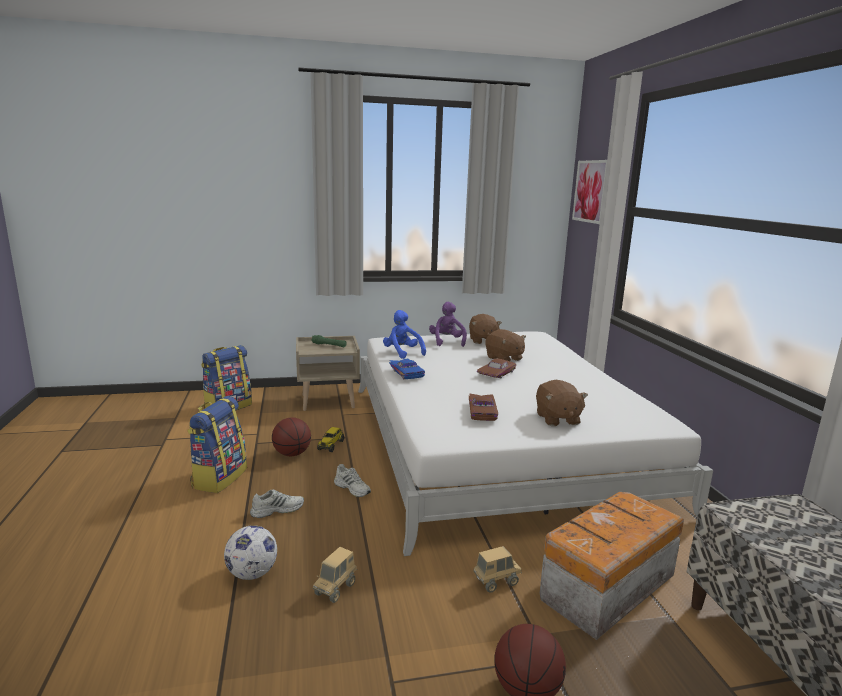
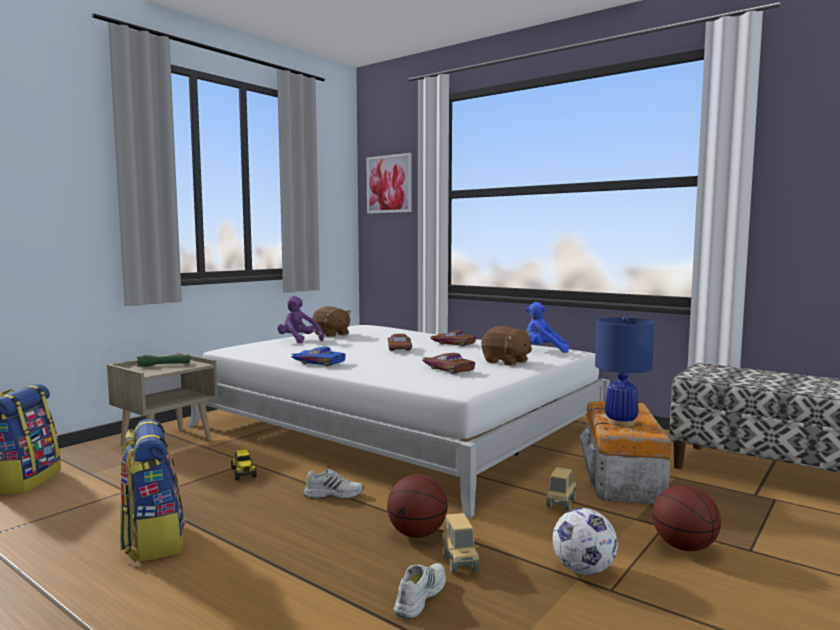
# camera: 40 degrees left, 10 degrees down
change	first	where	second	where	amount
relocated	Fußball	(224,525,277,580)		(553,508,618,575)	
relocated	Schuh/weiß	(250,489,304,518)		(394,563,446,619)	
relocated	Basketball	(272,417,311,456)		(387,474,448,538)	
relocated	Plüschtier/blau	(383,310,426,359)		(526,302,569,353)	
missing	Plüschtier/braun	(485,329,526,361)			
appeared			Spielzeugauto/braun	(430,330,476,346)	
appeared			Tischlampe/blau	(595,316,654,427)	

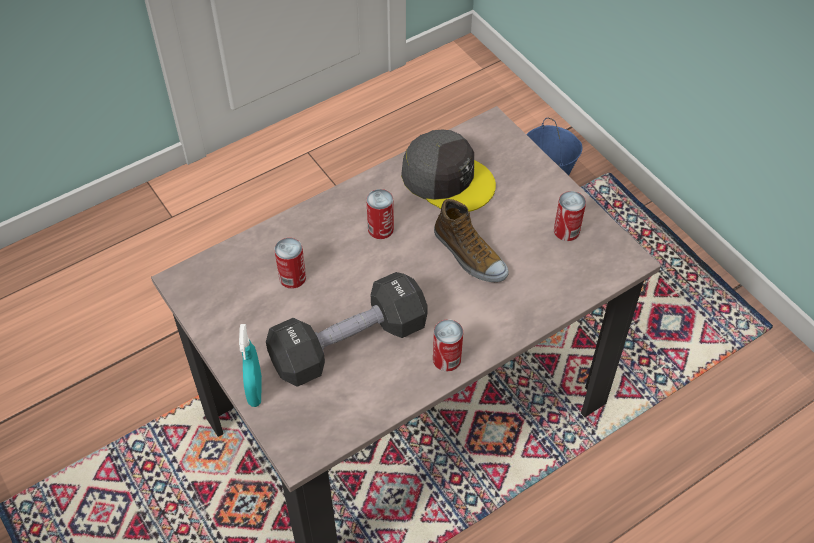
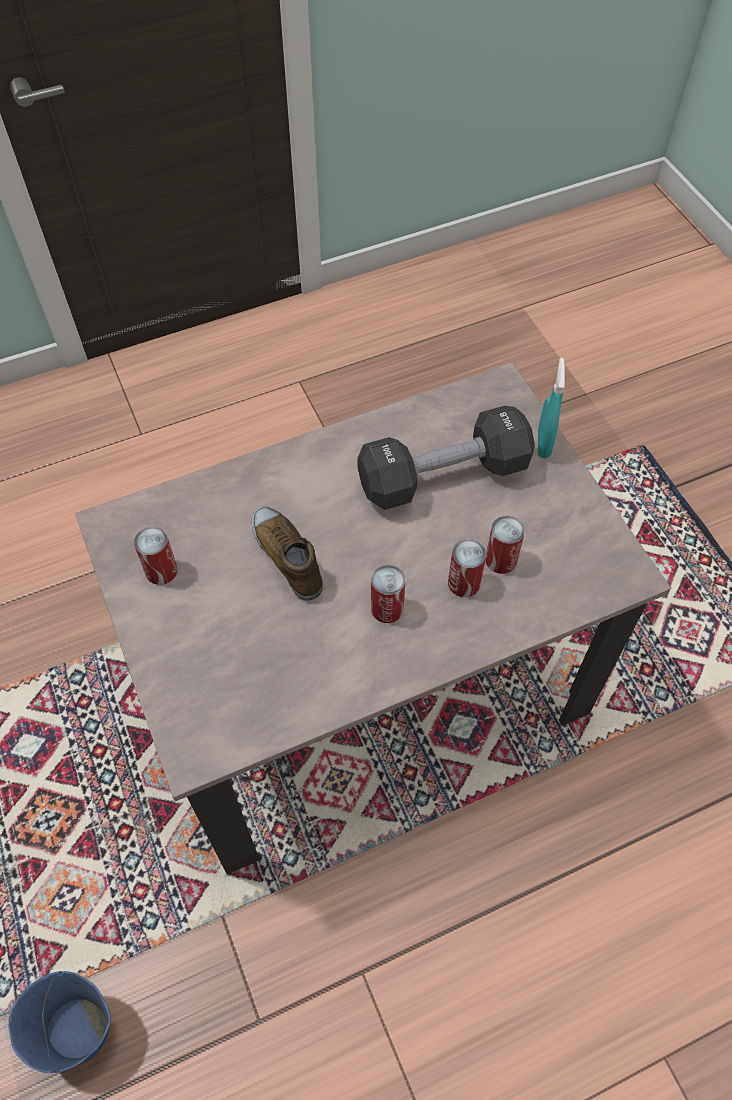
# camera: 170 degrees left, 5 degrees up
change	first	where	second	where	amount
missing	Kappe/grau	(401,130,496,212)			
relocated	Dose	(433,319,463,372)		(448,539,486,597)	

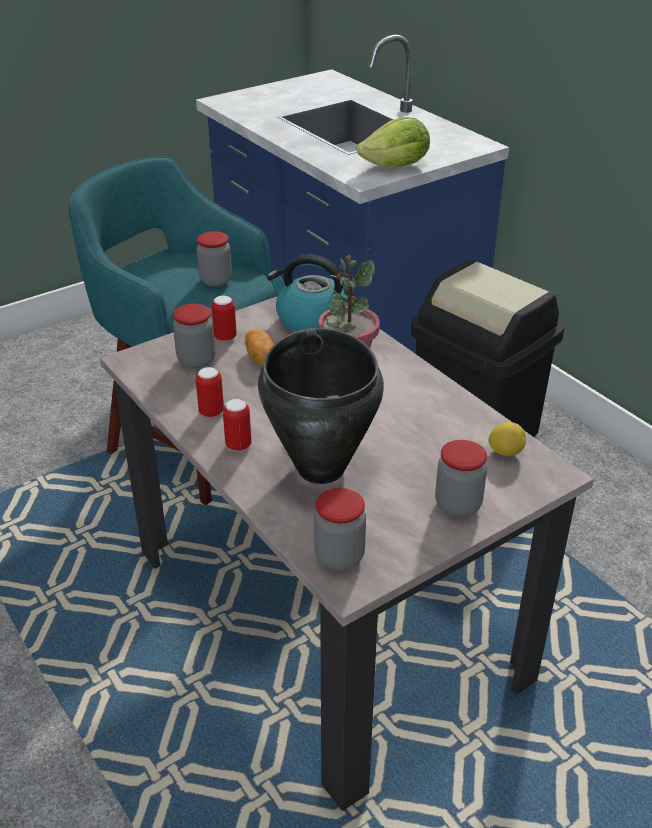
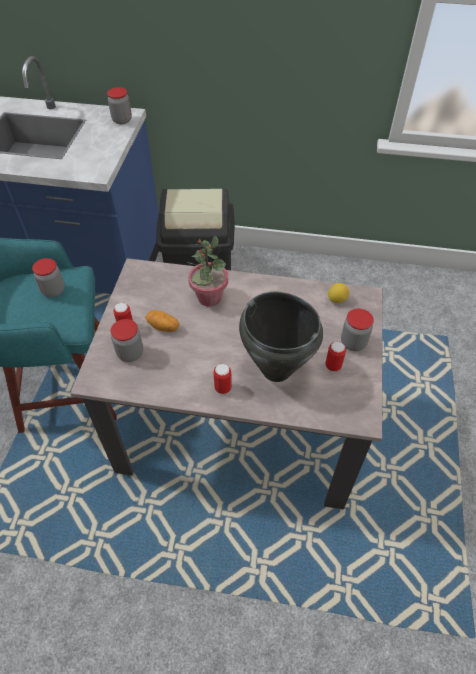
# camera: 45 degrees left, 15 degrees up
change	first	where	second	where	amount
relocated	Dose	(196,367,224,417)		(325,341,346,371)	
missing	Wasserkessel	(267,254,348,332)			
relocated	Vorratsglas	(314,488,366,571)		(107,87,132,124)	
missing	Salatkopf	(357,117,430,167)			

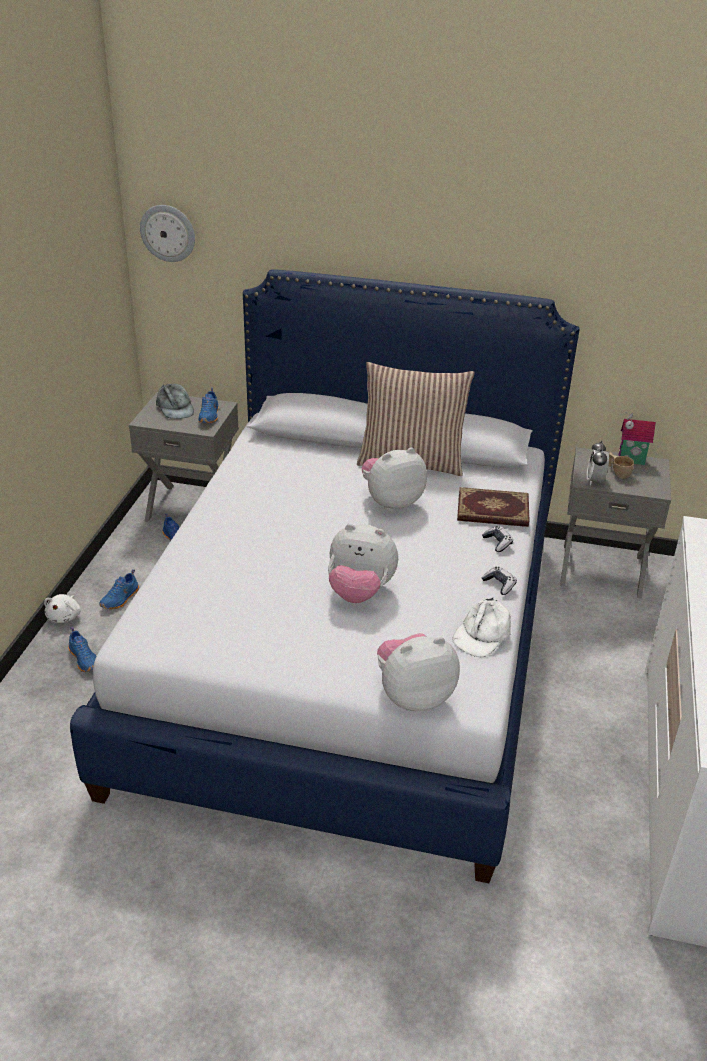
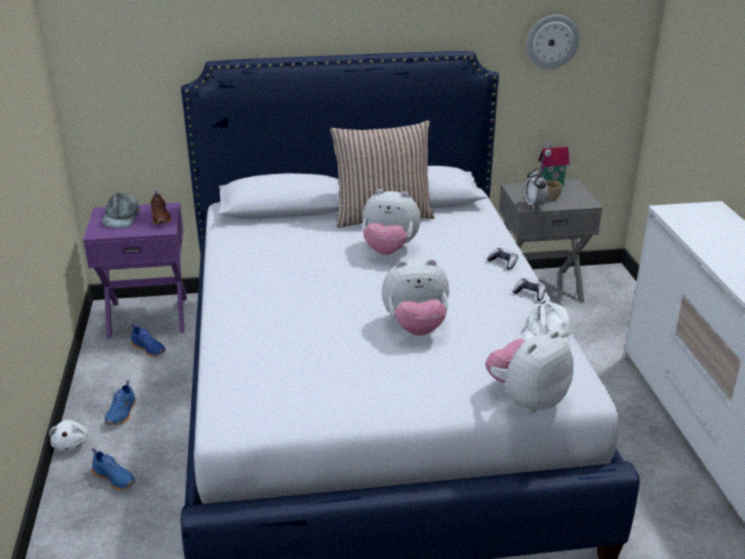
# camera: 20 degrees left, 5 degrees down
change	first	where	second	where	amount
colour	Nachttisch/grau	(129,392,239,522)	Nachttisch/lila	(83,202,187,339)	
relocated	Wanduhr	(140,205,195,262)		(526,15,579,69)	
spun	Kappe/grau	(156,384,194,419)		(102,192,140,228)	45 degrees clockwise
colour	Schuh/blau	(198,388,219,423)	Schuh/braun	(151,191,171,224)	
spun	Plüschtier	(362,448,427,511)		(362,189,421,255)	120 degrees counterclockwise
missing	Buch	(457,487,530,527)			

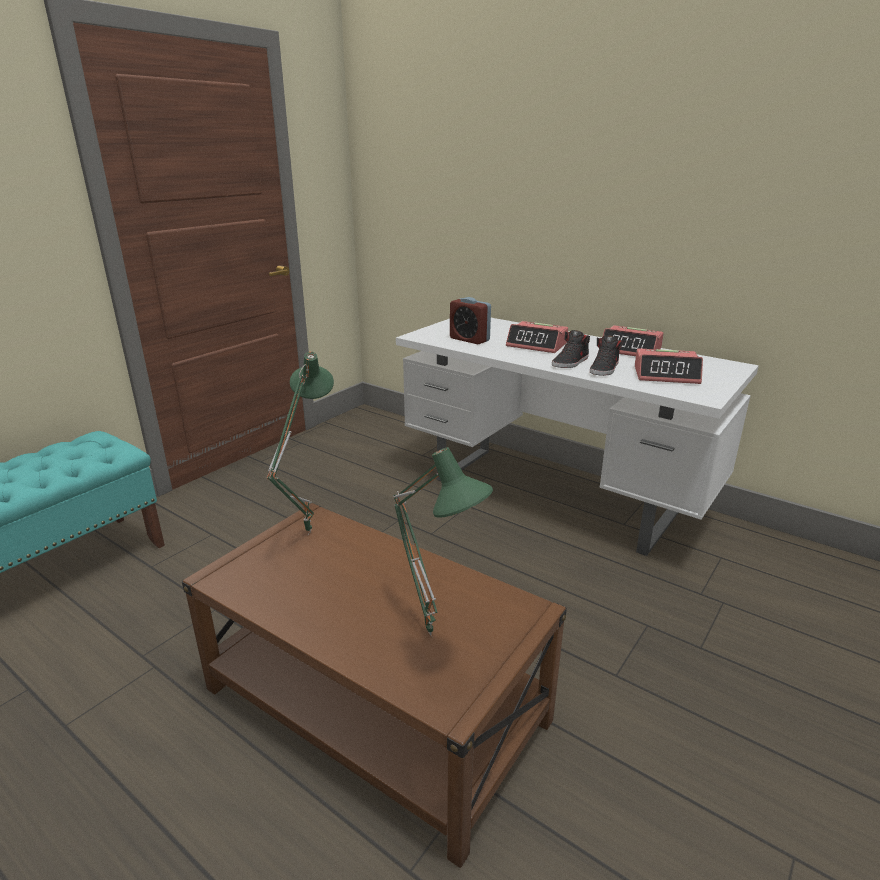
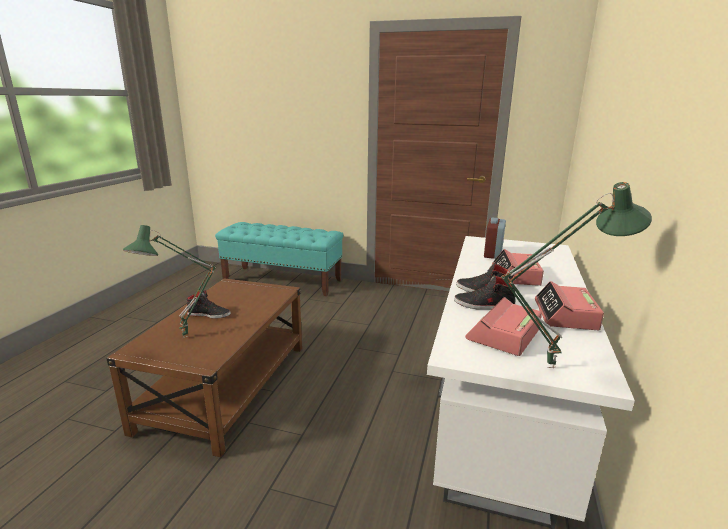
# camera: 70 degrees right, 5 degrees down
change	first	where	second	where	amount
relocated	Tischlampe/grün	(267,352,334,535)		(501,182,652,368)	
spun	Wecker	(635,348,703,384)		(465,297,542,356)	45 degrees clockwise
appeared			Schuh/schwarz	(187,290,231,319)	

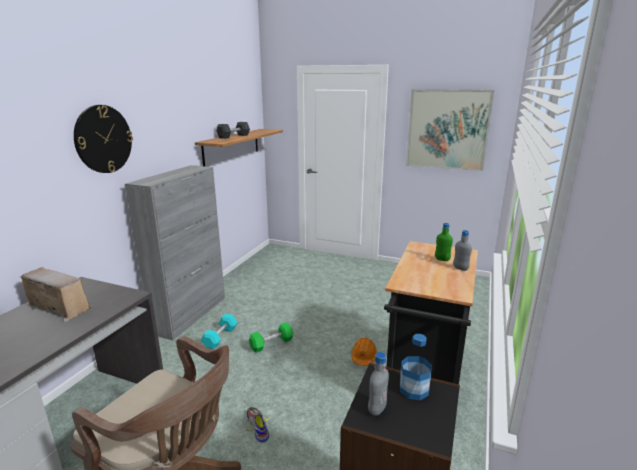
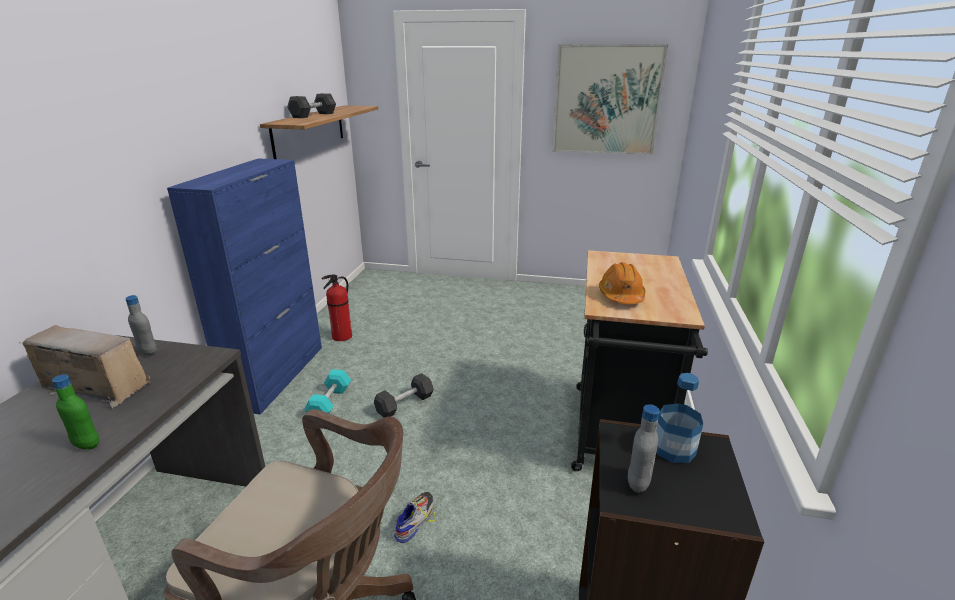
# camera: 10 degrees left, 5 degrees up
change	first	where	second	where	amount
missing	Wanduhr	(74,105,133,173)			
colour	Schrank/grau	(125,165,225,340)	Schrank/blau	(167,158,322,415)	
spun	Schuh	(246,407,269,443)		(394,492,436,543)	60 degrees clockwise
colour	Hantel/grün	(249,322,293,353)	Hantel/grau	(374,373,434,417)	
relocated	Schutzhelm/orange	(351,337,377,366)		(599,262,646,304)	
relocated	Flasche/grün	(435,223,453,261)		(52,374,100,450)	
relocated	Flasche/grau	(453,230,472,271)		(125,295,157,356)	
appeared			Feuerlöscher	(322,275,352,341)	

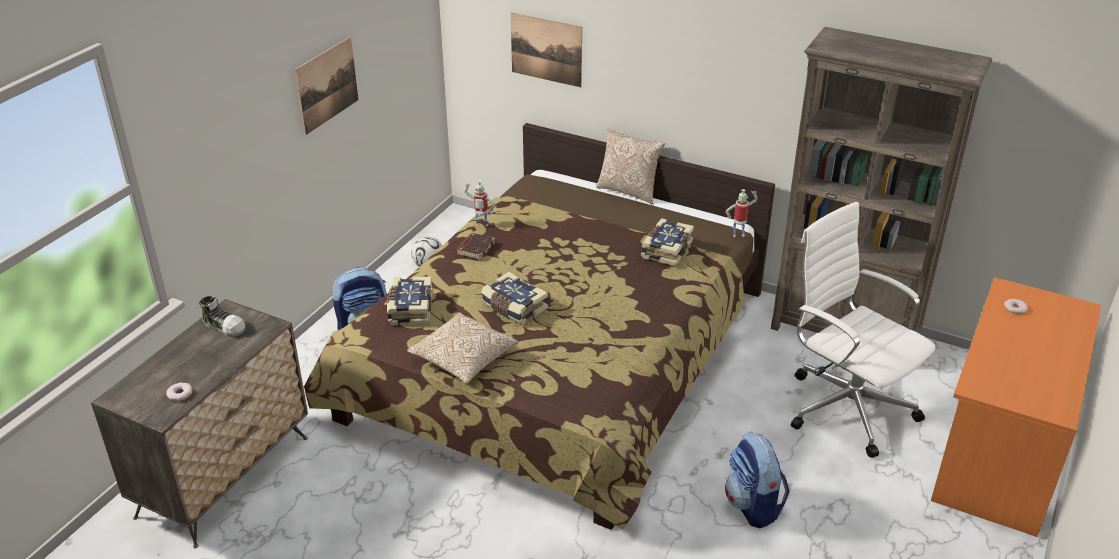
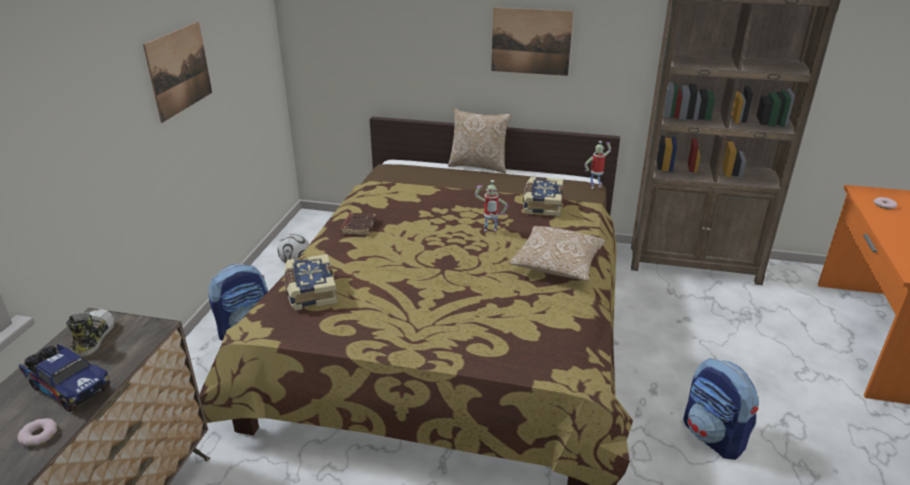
# camera: 15 degrees left, 5 degrees down
change	first	where	second	where	amount
spun	Schuh	(199,296,245,337)		(66,309,114,357)	105 degrees counterclockwise
relocated	Kissen	(407,312,519,384)		(508,226,606,281)	
relocated	Spielzeugroboter	(464,180,495,226)		(474,180,508,231)	
missing	Buch	(481,272,548,325)			
relocated	Bild	(511,12,582,88)		(491,7,573,76)	
missing	Bürostuhl/weiß	(791,202,936,458)			
appeared			Spielzeuglaster	(19,344,111,412)	

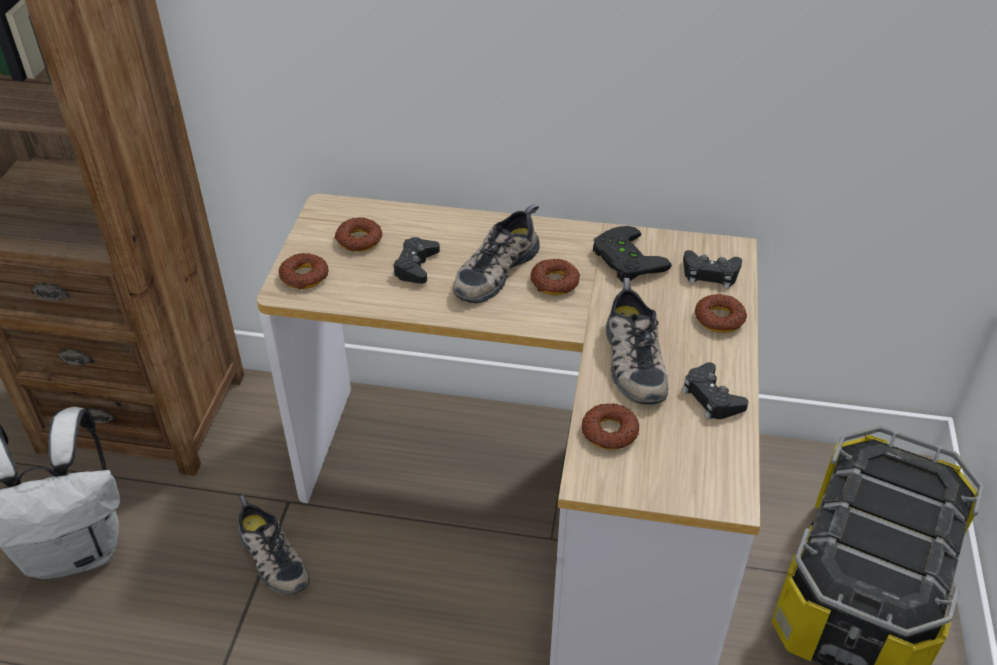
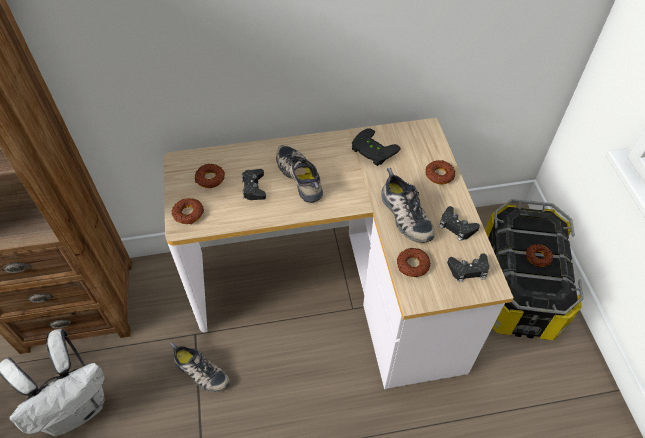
# camera: 20 degrees left, 10 degrees up
change	first	where	second	where	amount
spun	Schuh	(453,204,539,303)		(276,145,323,203)	135 degrees clockwise
relocated	Donut	(530,259,580,295)		(526,244,553,267)	
relocated	Gamepad/schwarz	(683,250,742,289)		(447,253,489,282)	

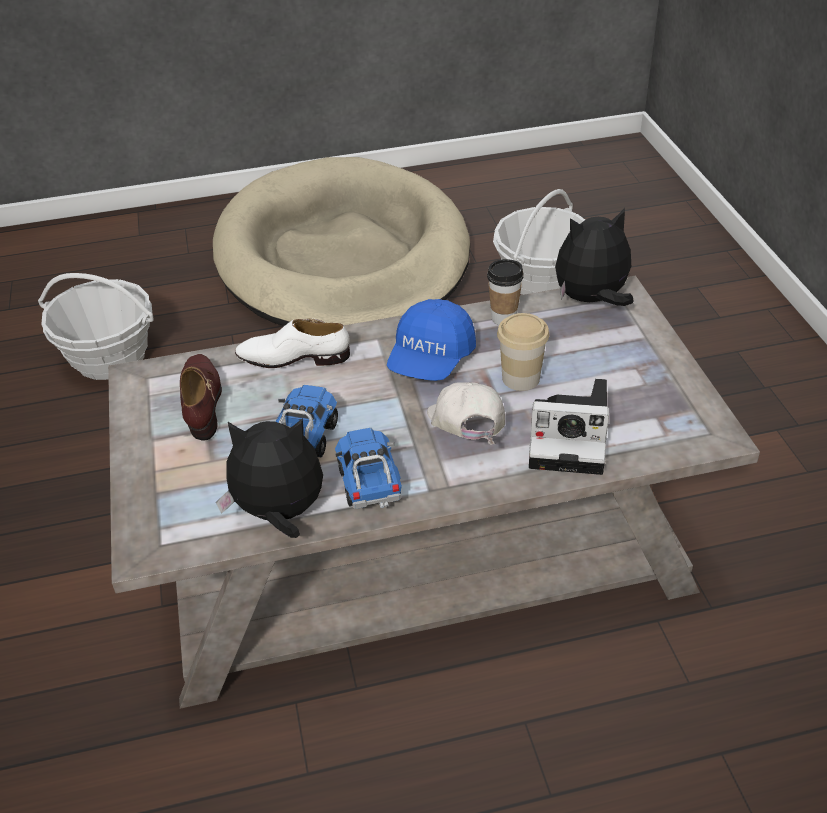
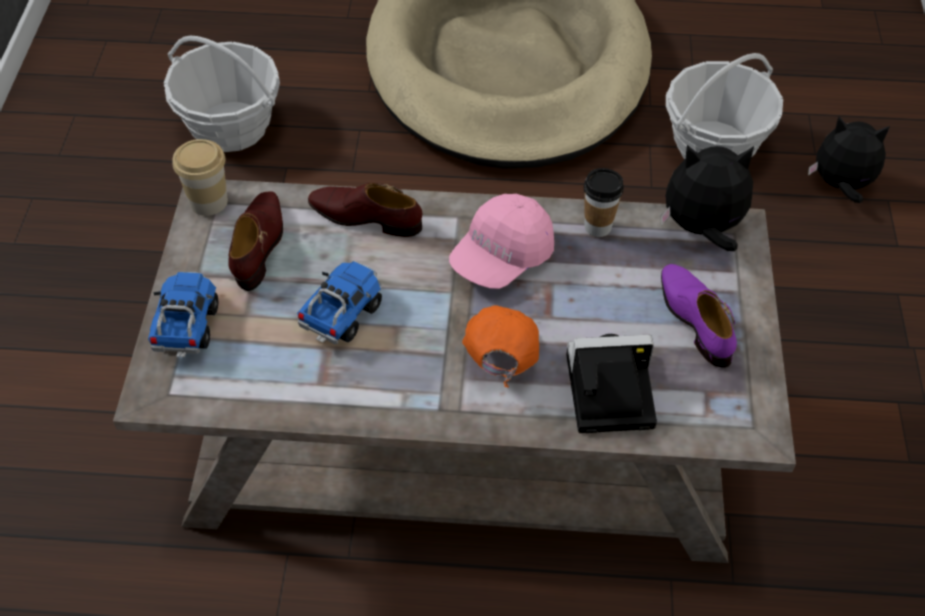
# camera: 15 degrees right, 10 degrees up
change	first	where	second	where	amount
relocated	Plüschtier	(216,418,323,538)		(808,117,890,203)	
colour	Schuh/weiß	(235,318,350,368)	Schuh/braun	(308,183,422,237)	
relocated	Spielzeuglaster	(335,428,402,509)		(148,272,218,357)	
colour	Kappe/blau	(387,299,476,381)	Kappe/rosa	(449,194,554,289)	
colour	Kappe/weiß	(427,382,505,445)	Kappe/orange	(462,305,539,388)	
relocated	Tasse	(497,313,549,391)		(172,139,228,216)	
spun	Kamera	(529,379,609,475)		(566,334,657,433)	150 degrees clockwise
appeared			Schuh/lila	(661,264,737,368)	

